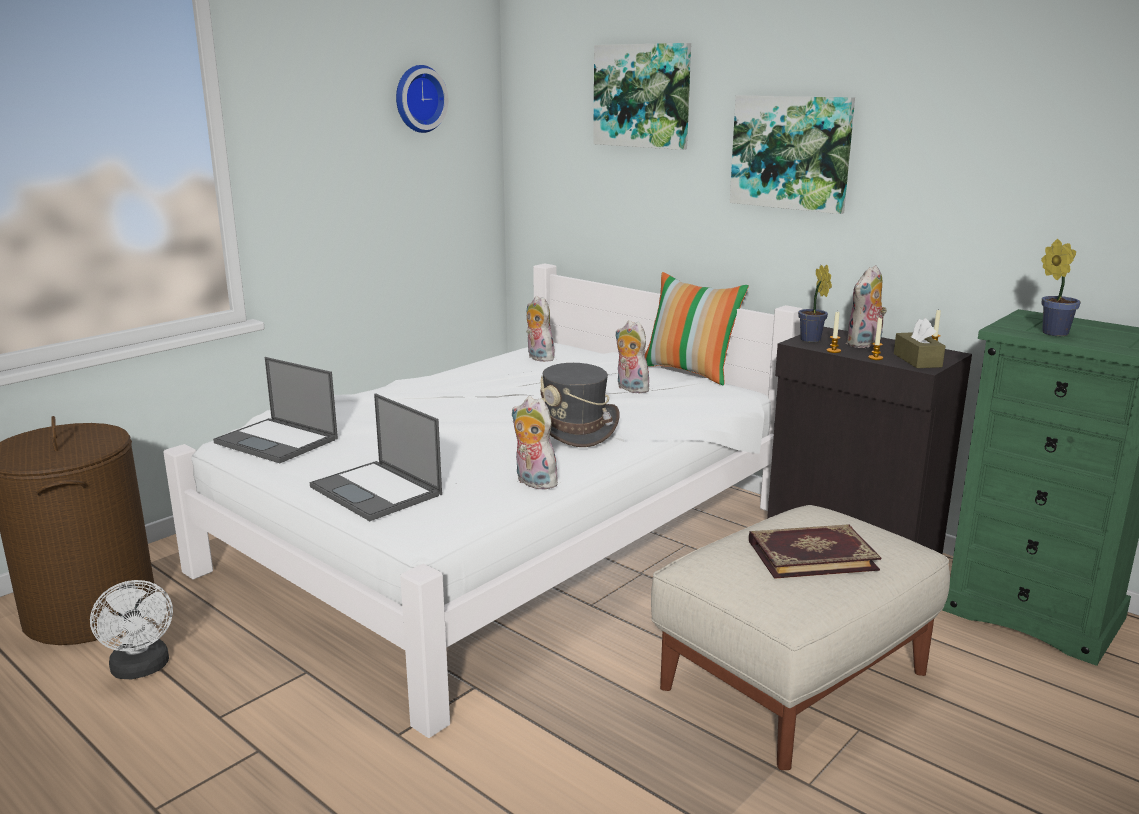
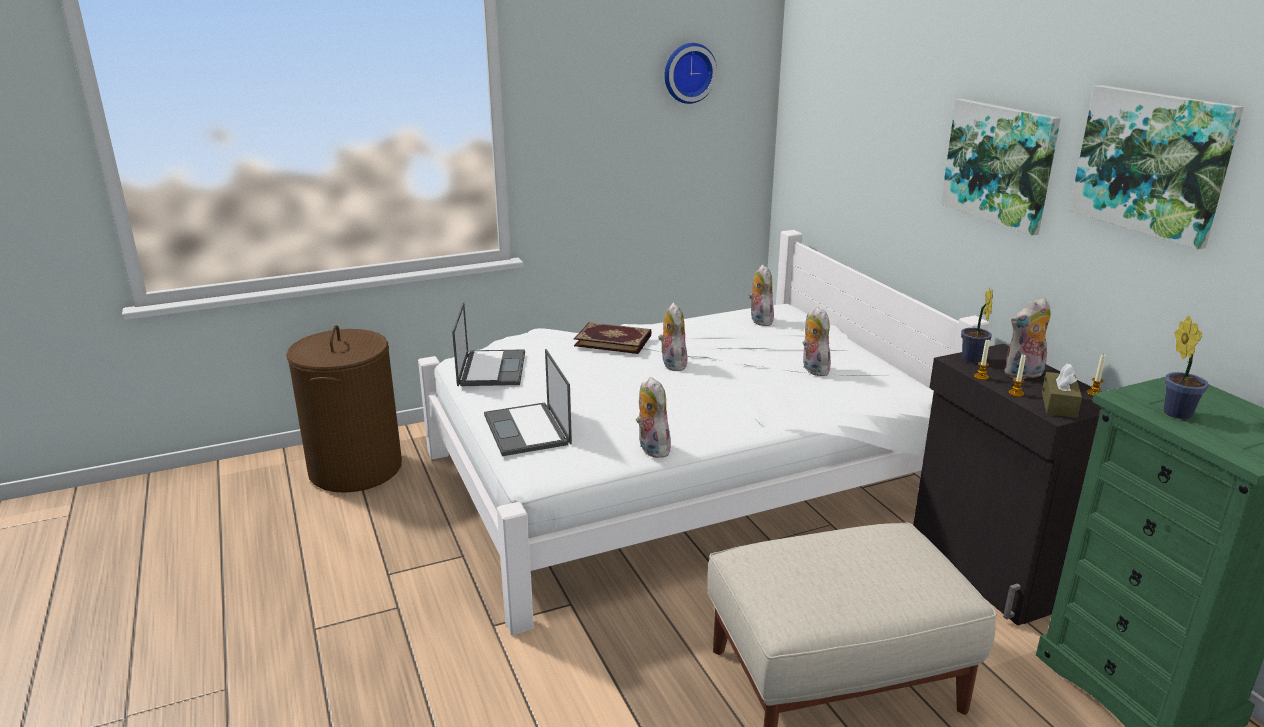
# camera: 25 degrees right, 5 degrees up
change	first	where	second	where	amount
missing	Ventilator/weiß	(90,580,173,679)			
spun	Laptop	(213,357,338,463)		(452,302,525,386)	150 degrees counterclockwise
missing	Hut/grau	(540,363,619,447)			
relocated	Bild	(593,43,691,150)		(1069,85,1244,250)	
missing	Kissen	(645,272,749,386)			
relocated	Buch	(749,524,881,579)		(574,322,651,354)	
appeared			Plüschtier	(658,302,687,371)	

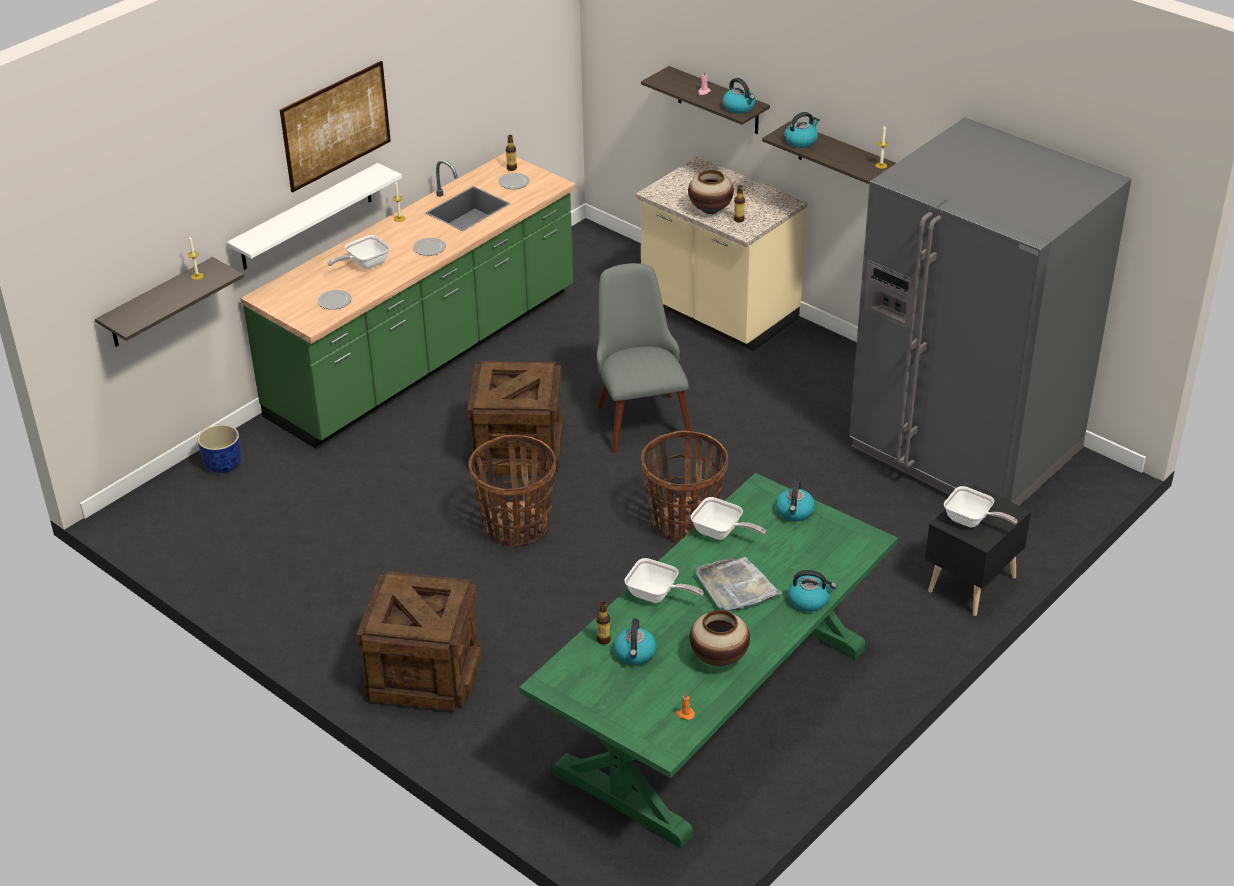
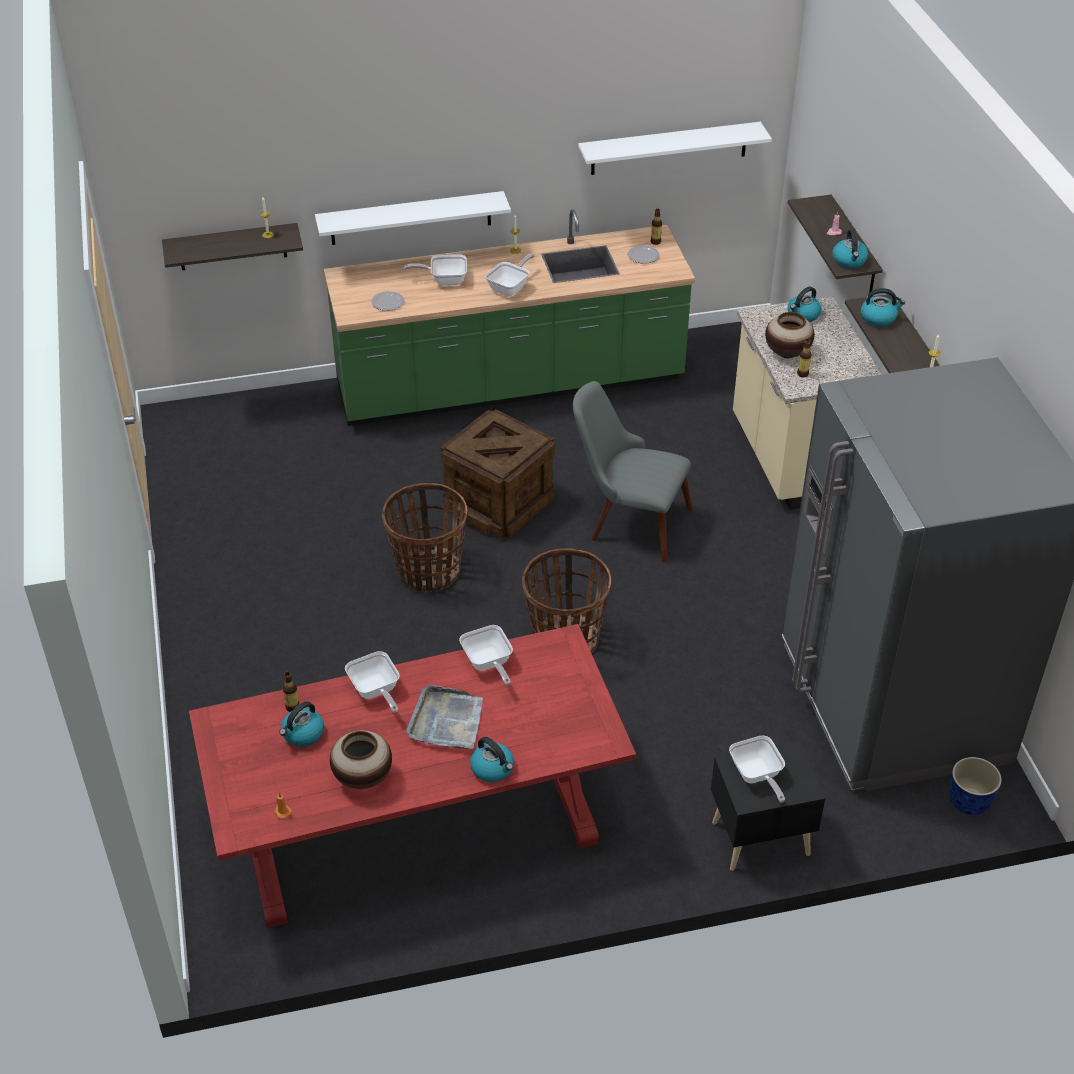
# camera: 35 degrees right, 5 degrees up
change	first	where	second	where	amount
relocated	Pflanzkübel/blau	(198,425,241,473)		(949,757,1002,816)	
missing	Bild	(280,61,391,192)			
missing	Kiste	(356,571,481,711)			
exchanged	Teller	(413,238,446,256)	Pfanne	(485,254,534,296)	
colour	Esstisch/grün	(519,473,898,849)	Esstisch/rot	(189,624,636,928)	
spun	Stuhl/grau	(597,263,693,453)		(573,381,692,563)	90 degrees counterclockwise
relocated	Wasserkessel	(776,479,815,522)		(787,287,821,322)	
appeared			Wandregal/weiß	(578,122,772,175)	

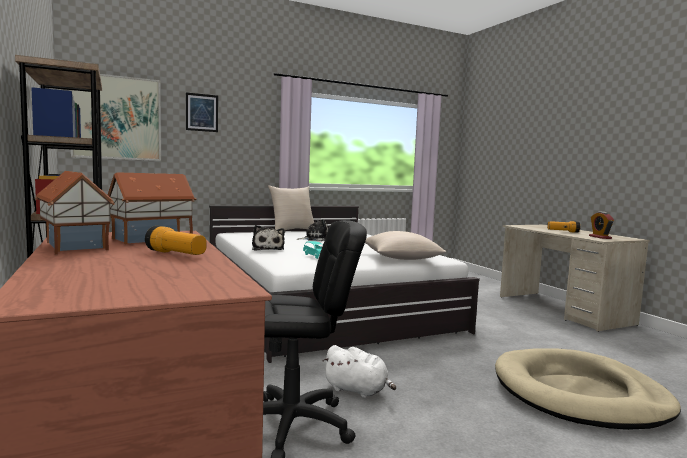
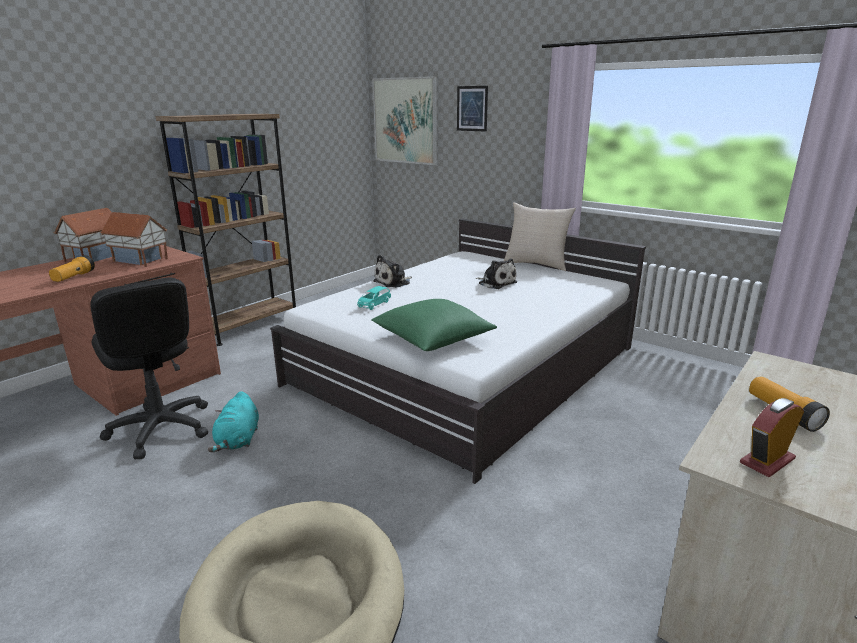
# camera: 65 degrees right, 15 degrees up
change	first	where	second	where	amount
colour	Plüschtier/weiß	(323,345,396,398)	Plüschtier/türkis	(208,391,259,452)	
colour	Kissen/beige	(365,231,447,260)	Kissen/grün	(371,299,497,351)	

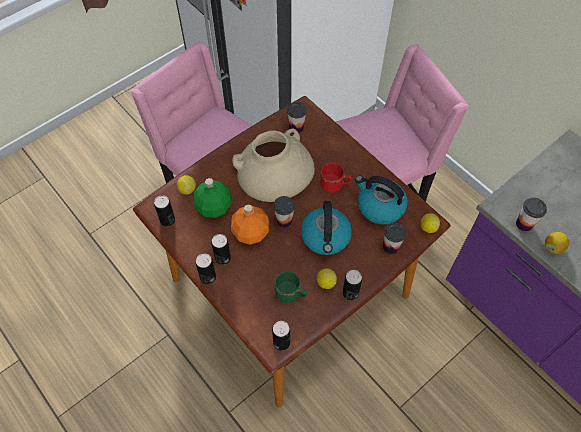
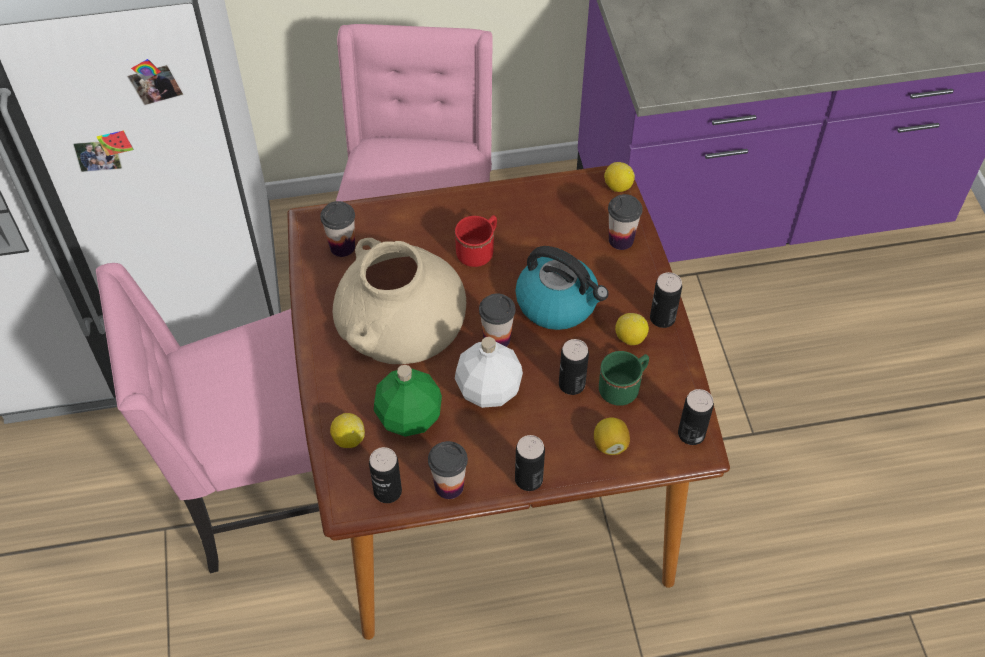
# camera: 60 degrees left, 5 degrees down
change	first	where	second	where	amount
relocated	Dose	(211,234,231,265)		(559,339,589,395)	
colour	Flasche/orange	(231,205,269,245)	Flasche/weiß	(455,337,523,408)	
missing	Wasserkessel	(355,176,408,225)			
relocated	Tasse	(516,198,547,231)		(428,441,468,499)	
relocated	Zitrone	(545,232,570,254)		(594,417,630,455)	

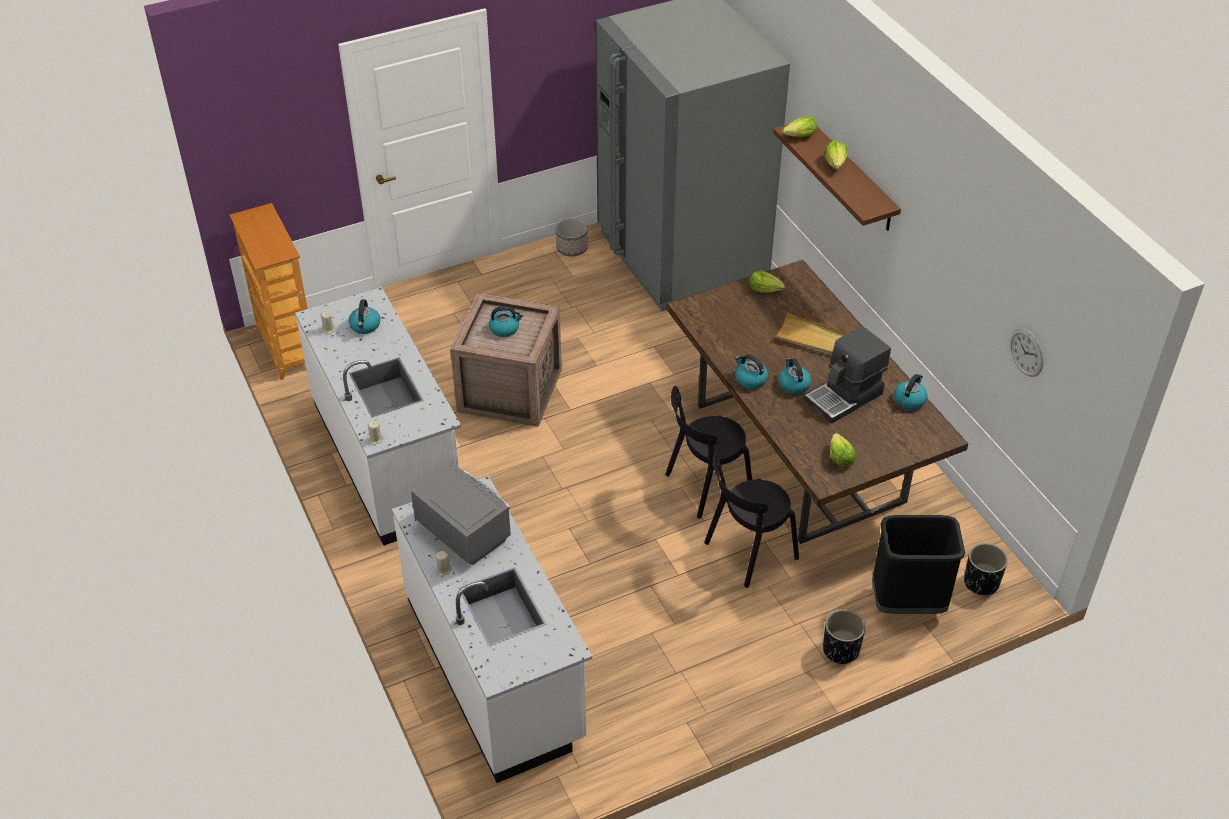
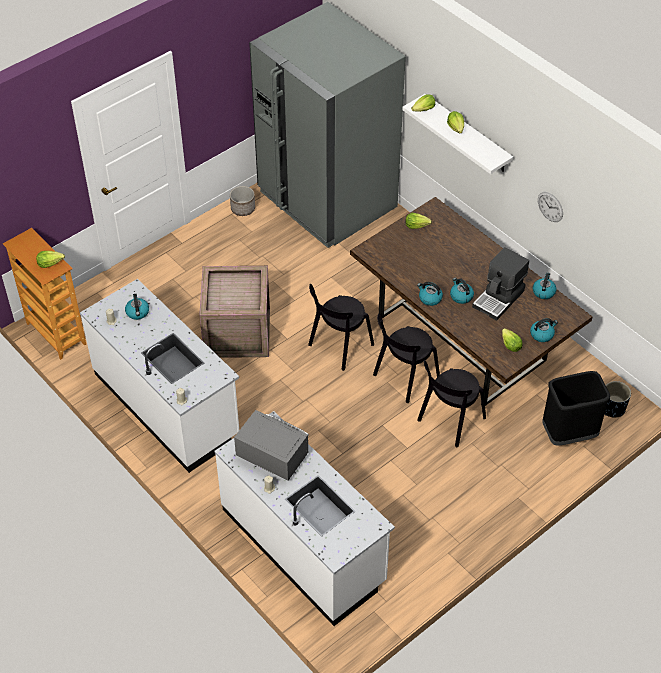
# camera: 15 degrees left, 5 degrees up
change	first	where	second	where	amount
relocated	Wasserkessel	(489,306,523,337)		(530,318,558,342)	
colour	Wandregal/braun	(773,124,901,231)	Wandregal/weiß	(402,94,513,174)	
missing	Tablett/beige	(775,313,848,356)			
missing	Pflanzkübel/schwarz	(823,609,866,665)			
relocated	Wanduhr	(1010,328,1043,377)		(538,192,563,222)	
appeared			Salatkopf	(36,251,65,268)	
appeared			Stuhl/schwarz	(308,284,374,371)	

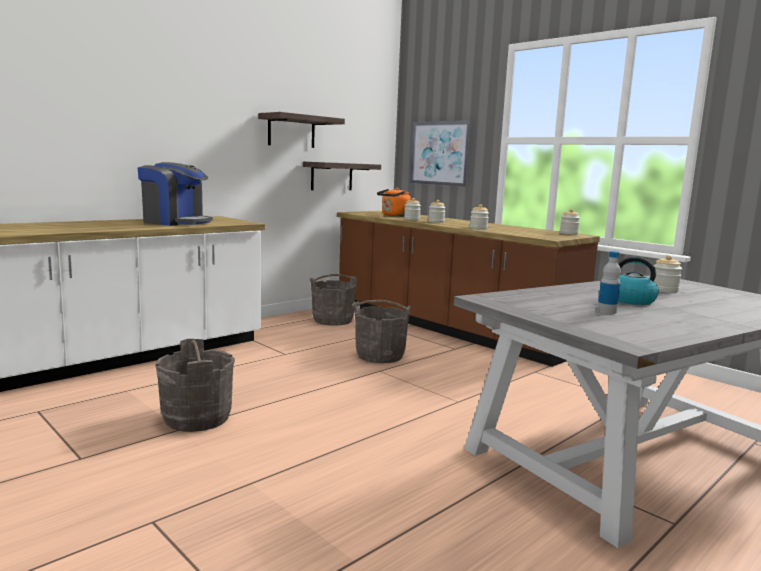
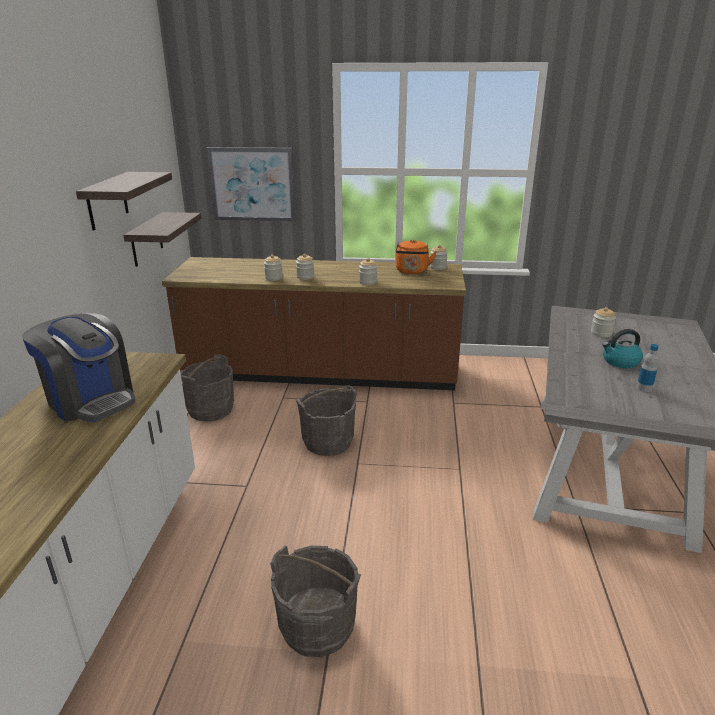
# camera: 40 degrees left, 15 degrees up
change	first	where	second	where	amount
spun	Kaffeemaschine	(138,162,213,226)		(22,313,135,422)	60 degrees clockwise
relocated	Wasserkessel/orange	(377,188,412,217)		(396,239,436,274)	

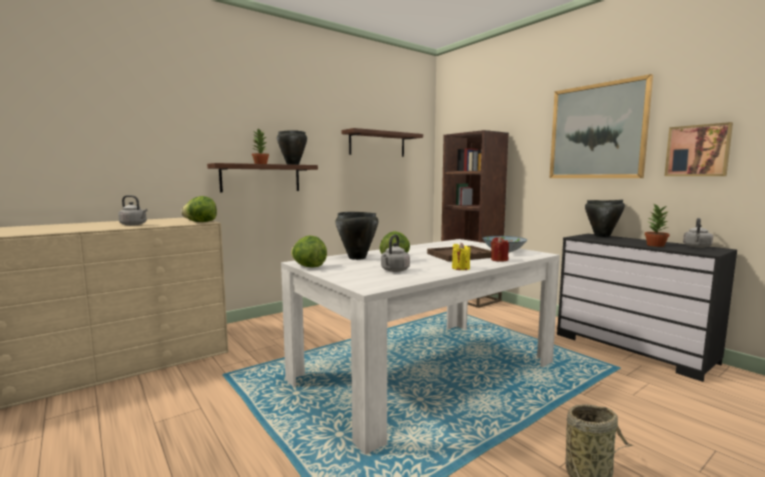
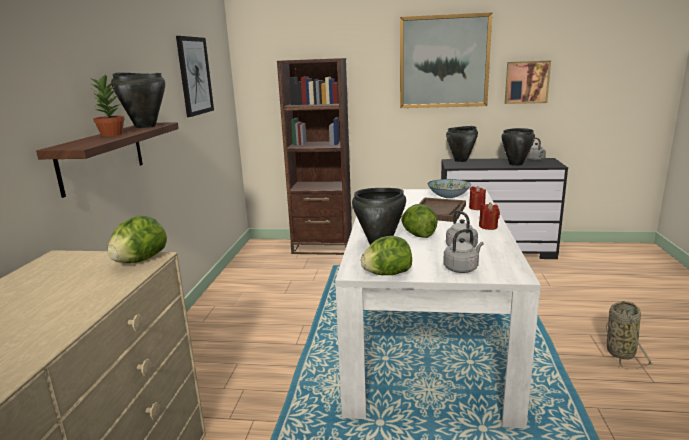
# camera: 45 degrees left, 10 degrees up
change	first	where	second	where	amount
relocated	Wasserkessel/grau	(118,195,148,226)		(443,229,483,273)	
exchanged	Wandregal	(342,128,423,157)	Bild	(176,36,214,117)	
colour	Kerze/gelb	(452,243,470,270)	Kerze/rot	(479,203,500,230)	
exchanged	Topfpflanze	(645,204,669,247)	Kochtopf/schwarz	(501,128,535,166)	

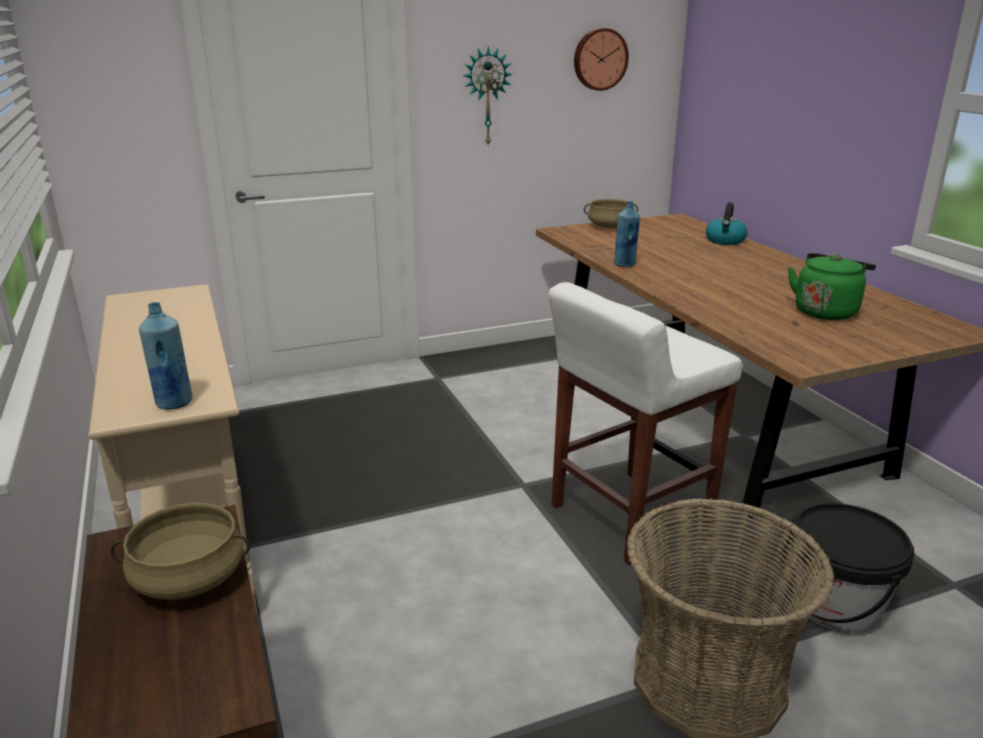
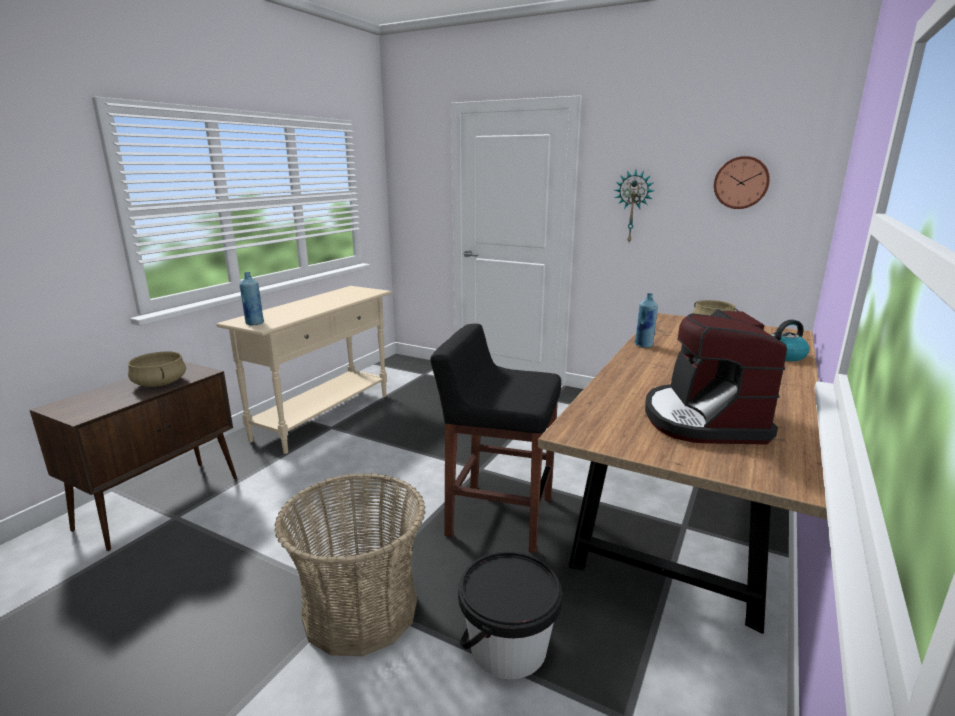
# camera: 50 degrees right, 5 degrees down
change	first	where	second	where	amount
colour	Hocker/weiß	(549,282,742,565)	Hocker/schwarz	(430,324,561,553)	
exchanged	Wasserkessel/grün	(788,253,876,320)	Kaffeemaschine	(645,309,787,445)	

